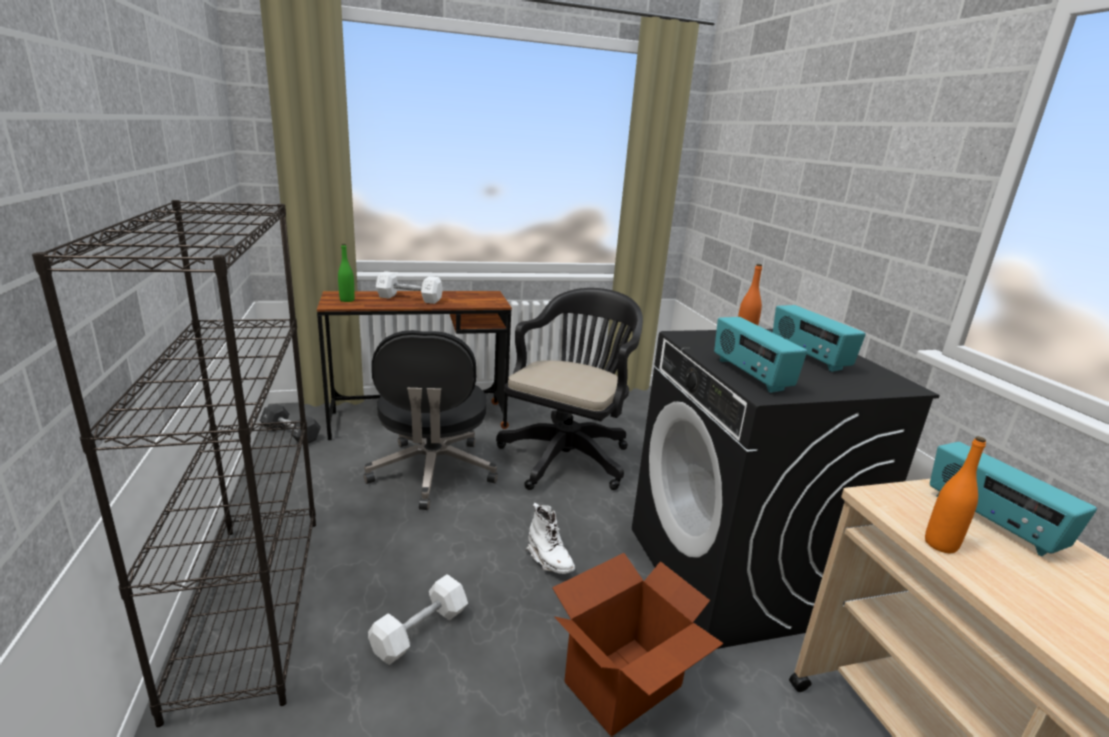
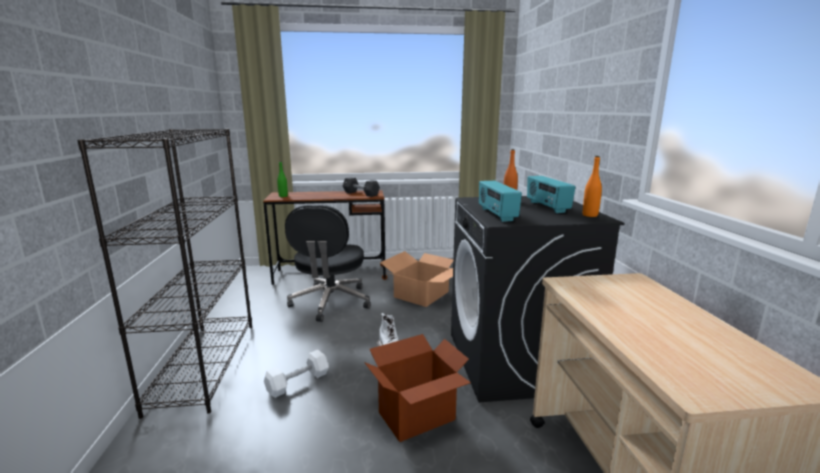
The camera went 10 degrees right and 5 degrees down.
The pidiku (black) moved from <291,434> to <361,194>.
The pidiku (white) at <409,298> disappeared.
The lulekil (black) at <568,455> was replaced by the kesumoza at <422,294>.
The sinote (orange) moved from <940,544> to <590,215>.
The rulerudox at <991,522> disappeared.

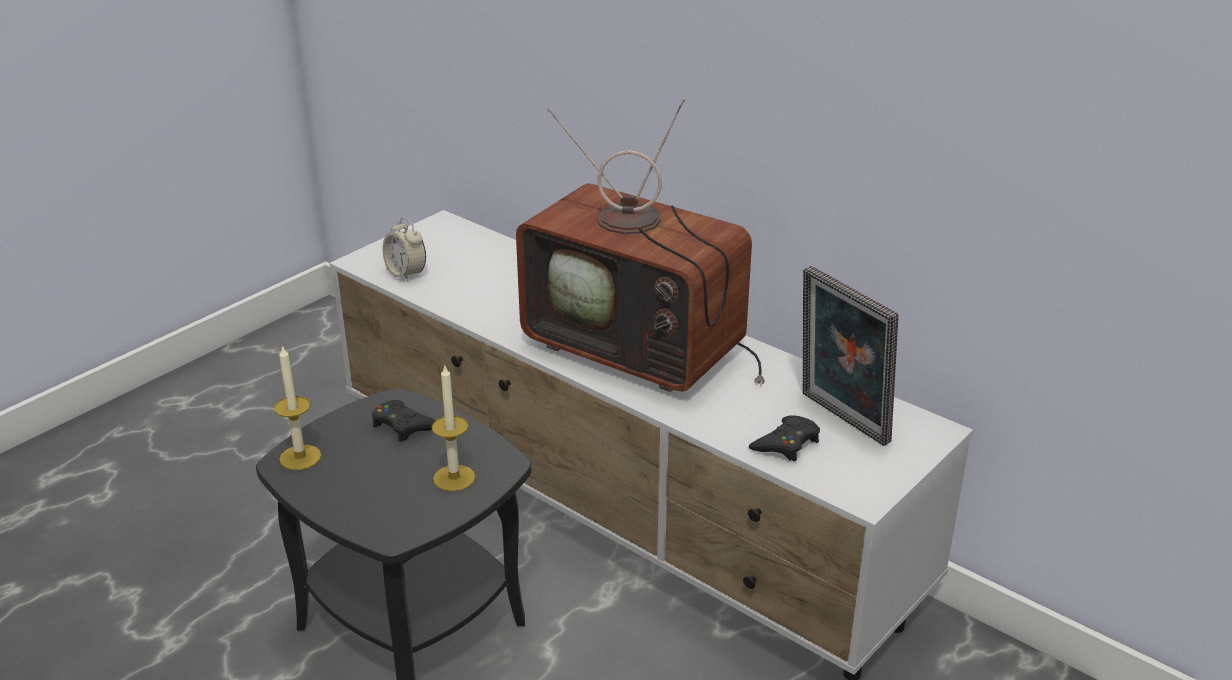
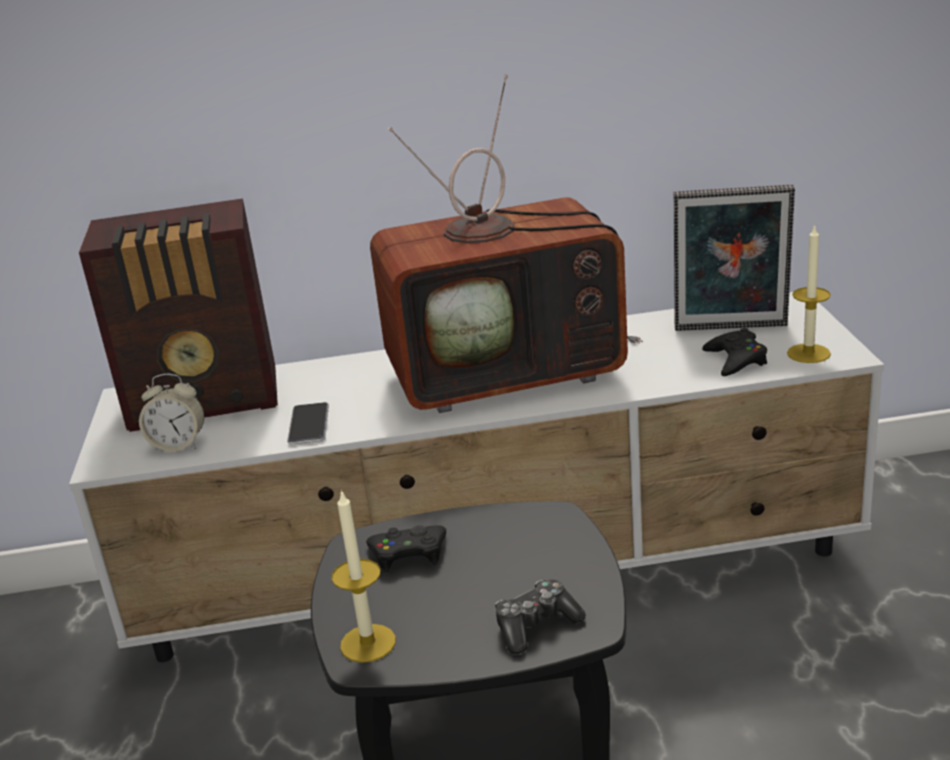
The camera went 45 degrees left and 5 degrees down.
The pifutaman moved from <454,478> to <808,353>.
The rulerudox at <208,400> appeared.
The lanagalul at <309,425> appeared.
The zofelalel at <536,626> appeared.

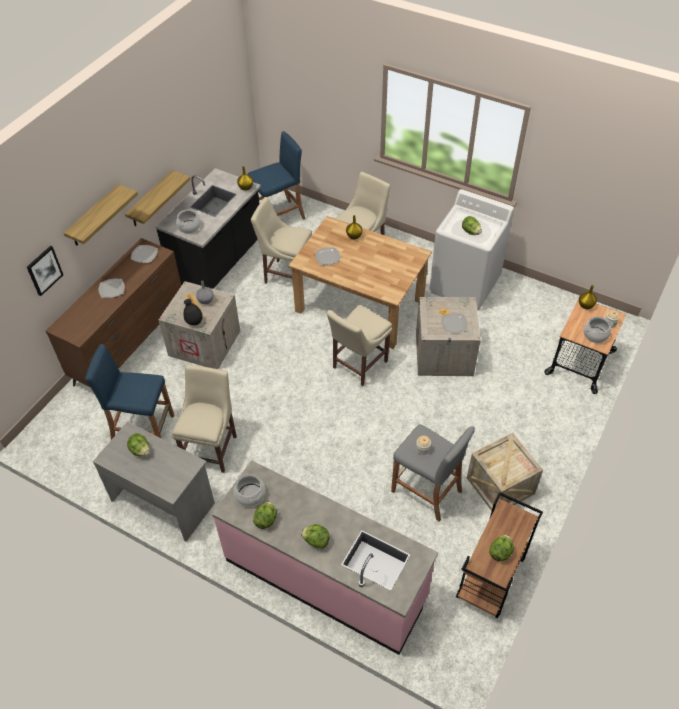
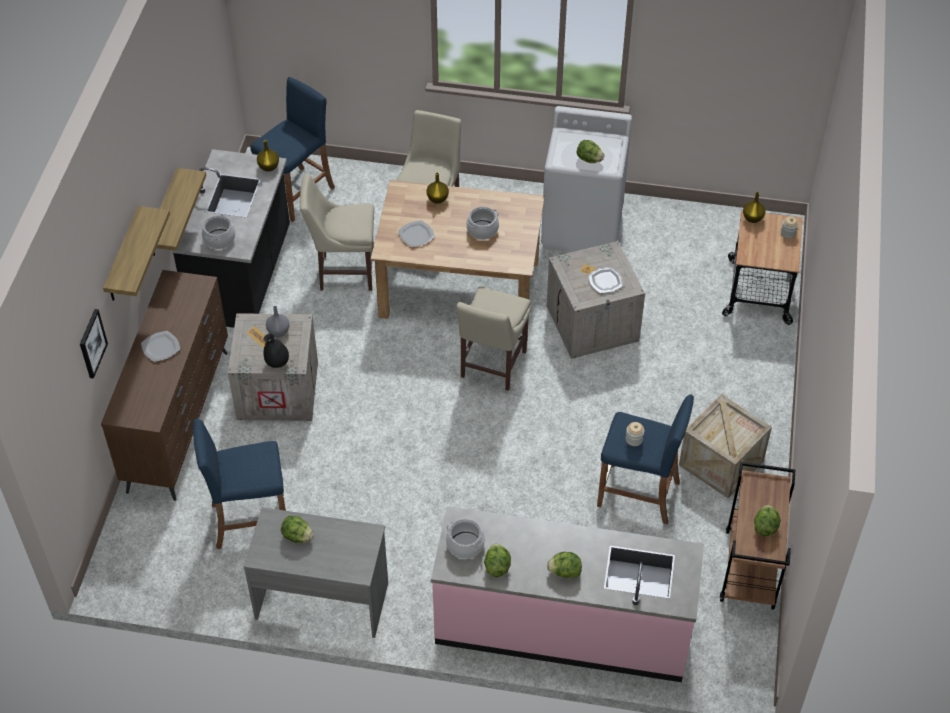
The camera went 20 degrees left and 0 degrees up.
The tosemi at <144,254> disappeared.
The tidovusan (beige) at <212,448> disappeared.
The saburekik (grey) at <426,491> became the saburekik (blue) at <638,494>.
The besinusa moved from <595,335> to <482,230>.

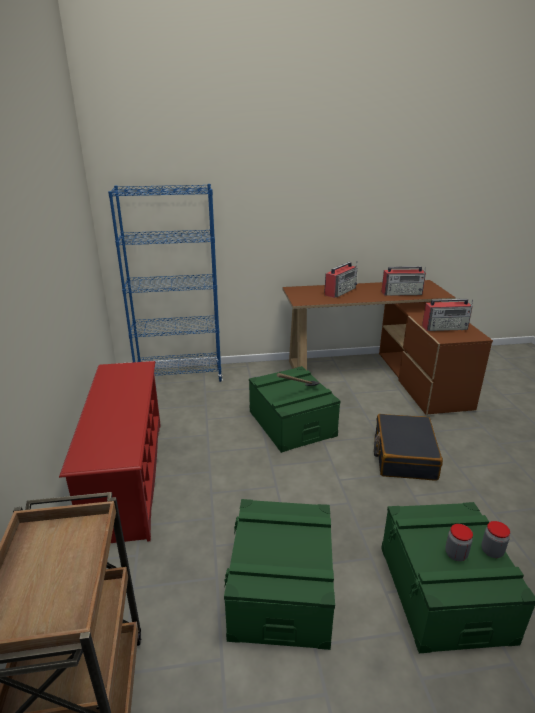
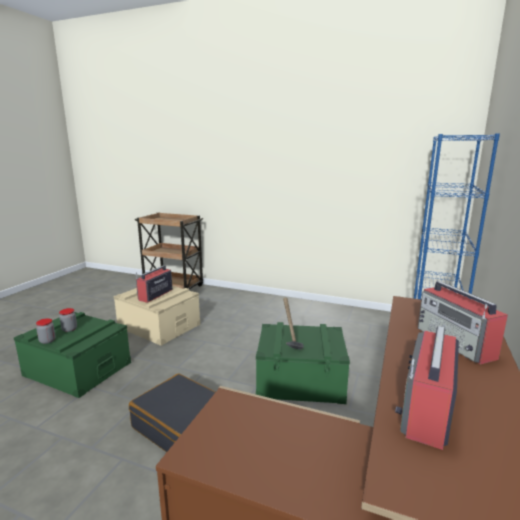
The camera went 120 degrees right and 10 degrees down.
The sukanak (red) at <127,476> disappeared.
The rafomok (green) at <281,589> became the rafomok (beige) at <159,326>.
The rulerudox moved from <445,328> to <155,295>.

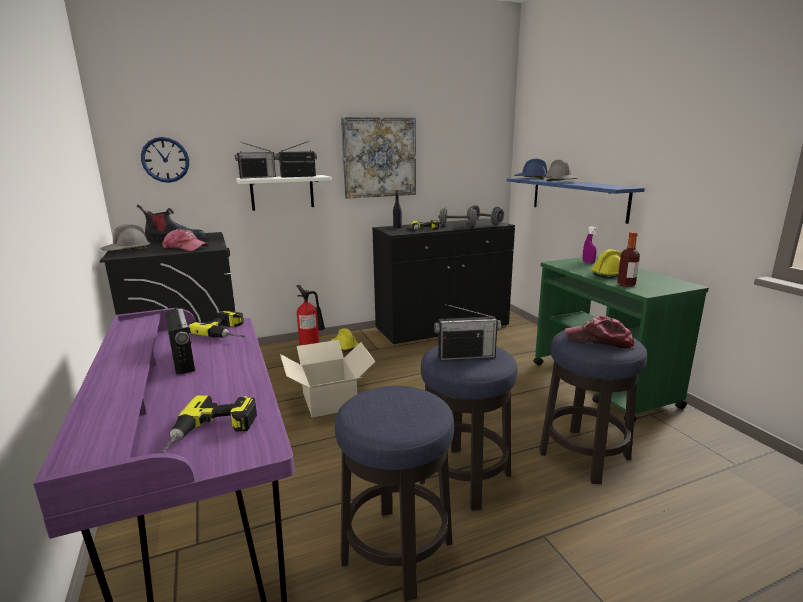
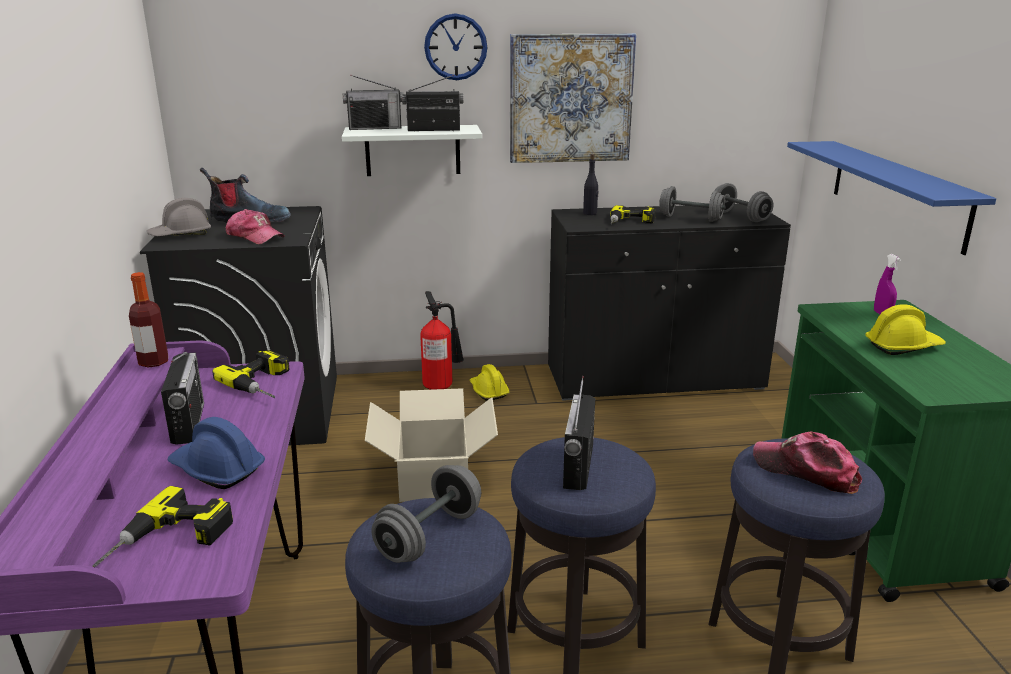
The camera went 15 degrees right and 5 degrees up.
The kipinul moved from <165,160> to <455,47>.
The rulerudox at <466,356> turned 90 degrees clockwise.
The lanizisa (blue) moved from <530,179> to <217,470>.
The lanizisa (grey) at <560,181> disappeared.
The sinote moved from <626,284> to <153,362>.
The pidiku (grey) at <429,535> appeared.

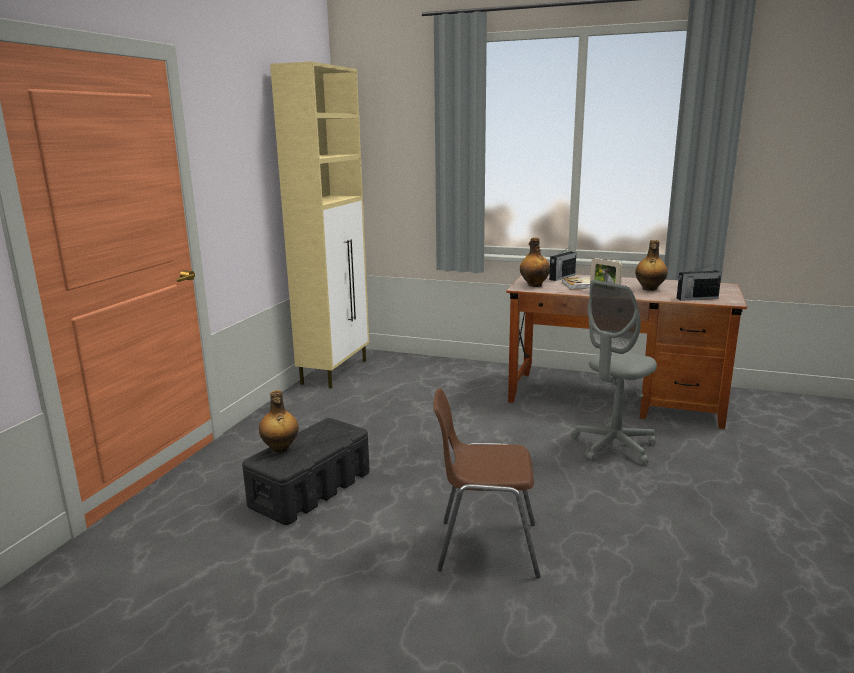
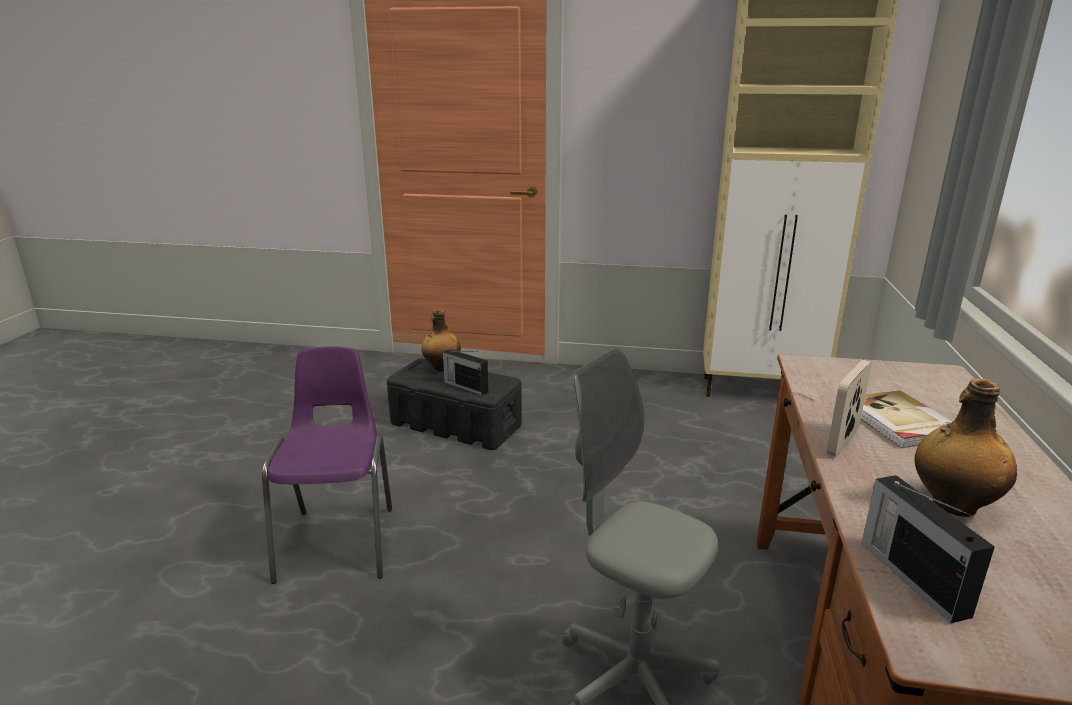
The camera went 80 degrees right and 5 degrees up.
The tidovusan (brown) at <485,547> became the tidovusan (purple) at <339,541>.
The sinote at <534,285> disappeared.
The rulerudox moved from <561,277> to <465,386>.

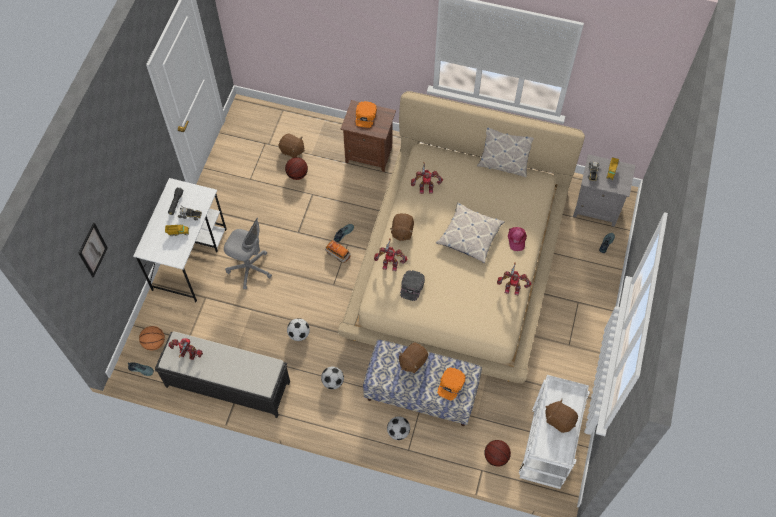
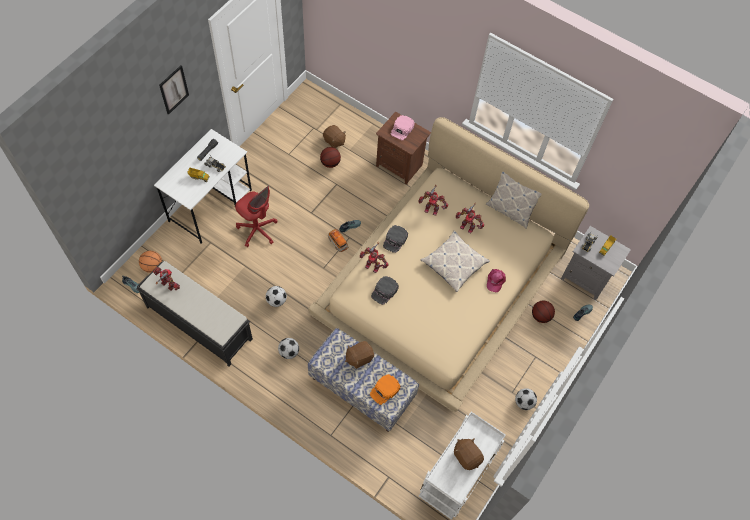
The camera went 15 degrees right and 0 degrees up.
The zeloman moved from <92,250> to <174,89>.
The lulekil (grey) at <250,268> became the lulekil (red) at <257,230>.
The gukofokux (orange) at <365,116> became the gukofokux (pink) at <402,129>.
The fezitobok moved from <398,432> to <523,402>.
The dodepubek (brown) at <402,231> was replaced by the gukofokux (black) at <395,240>.
The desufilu moved from <496,457> to <540,316>.
The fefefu moved from <512,288> to <468,226>.

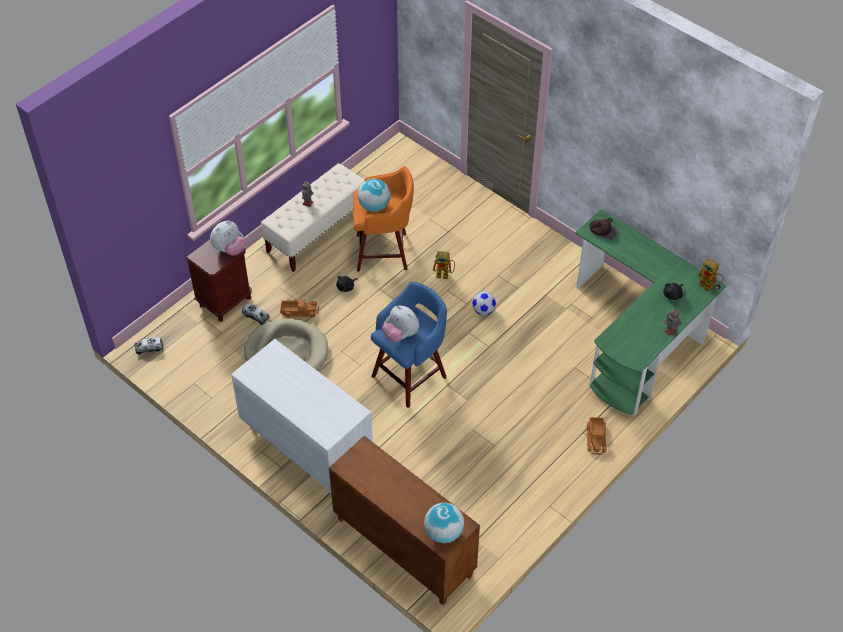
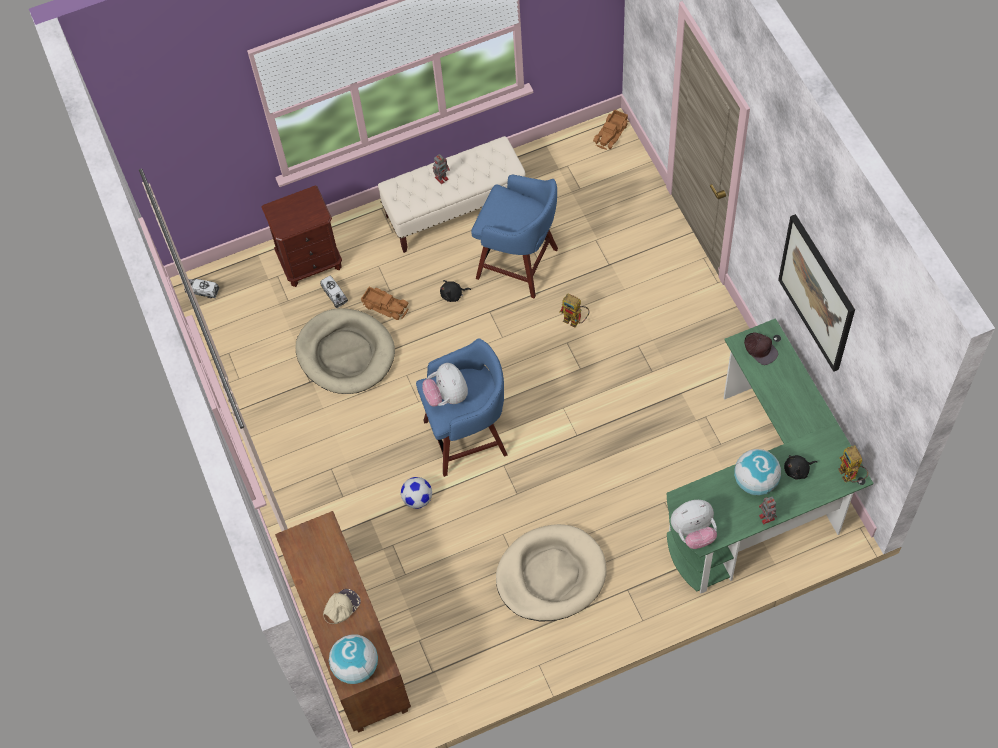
The camera went 30 degrees right and 10 degrees up.
The dodepubek moved from <229,249> to <693,532>.
The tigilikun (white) at <306,445> disappeared.
The saburekik (orange) at <384,252> became the saburekik (blue) at <519,265>.
The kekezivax moved from <374,206> to <755,481>.
The fezitobok moved from <483,310> to <417,499>.
The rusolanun moved from <596,438> to <612,133>.
The gukofokux (beige) at <341,607> appeared.
The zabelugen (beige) at <551,575> appeared.
The zeloman at <817,293> appeared.

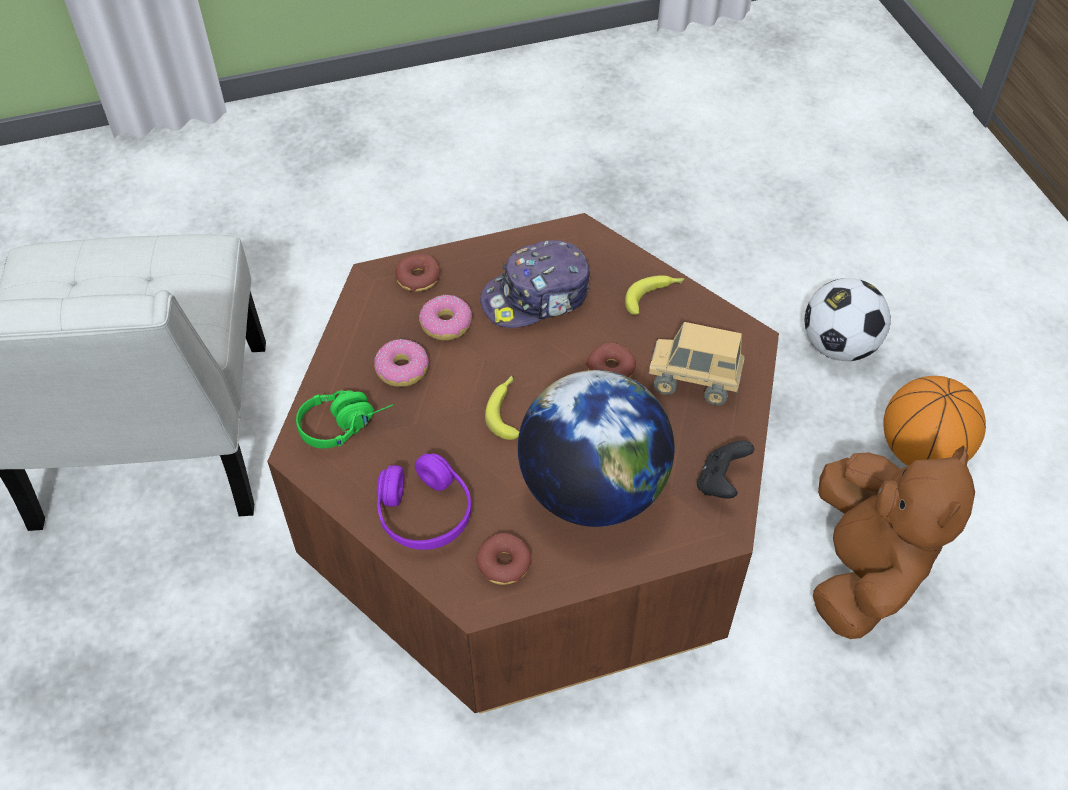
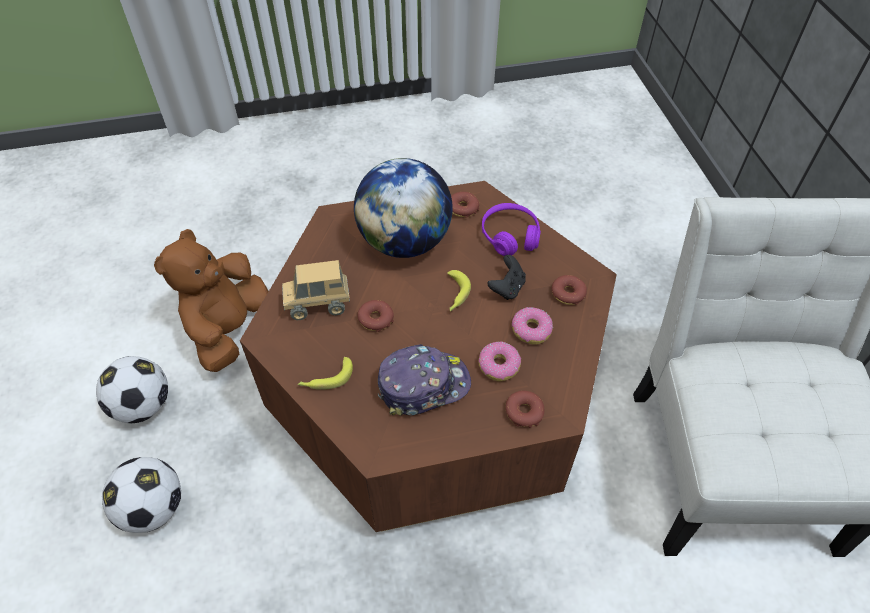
The camera went 175 degrees left and 0 degrees up.
The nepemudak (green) at <345,423> was replaced by the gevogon at <567,294>.
The rusolanun at <693,383> turned 150 degrees clockwise.
The zofelalel (black) moved from <720,482> to <507,288>.
The desufilu at <921,452> was replaced by the fezitobok at <143,406>.

